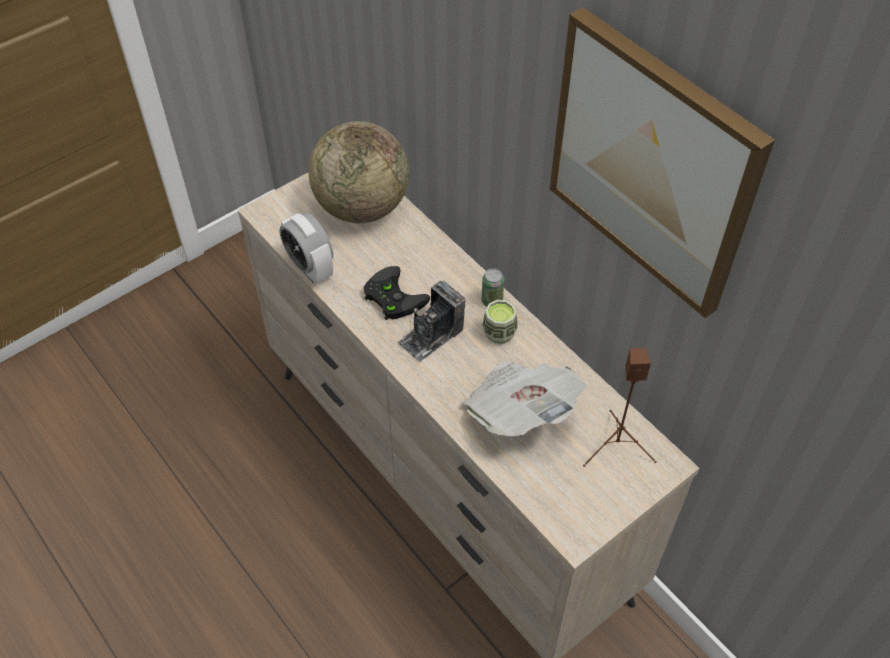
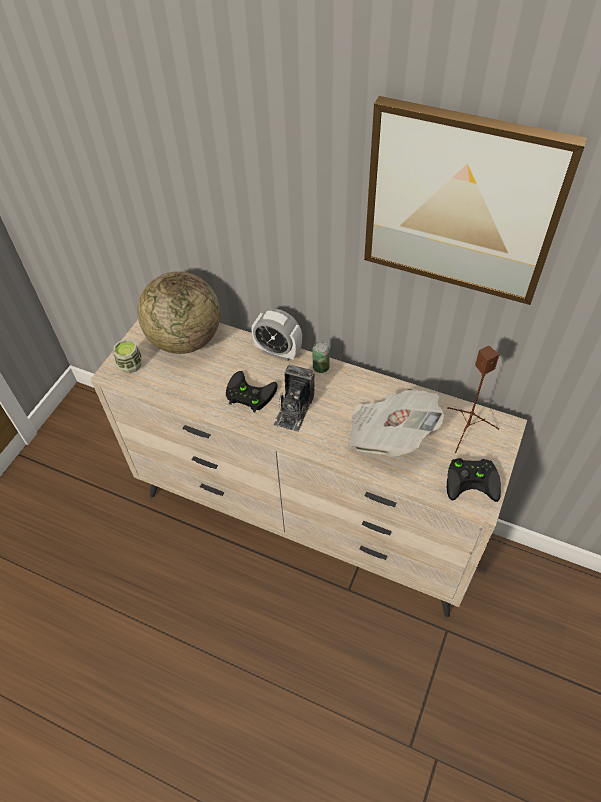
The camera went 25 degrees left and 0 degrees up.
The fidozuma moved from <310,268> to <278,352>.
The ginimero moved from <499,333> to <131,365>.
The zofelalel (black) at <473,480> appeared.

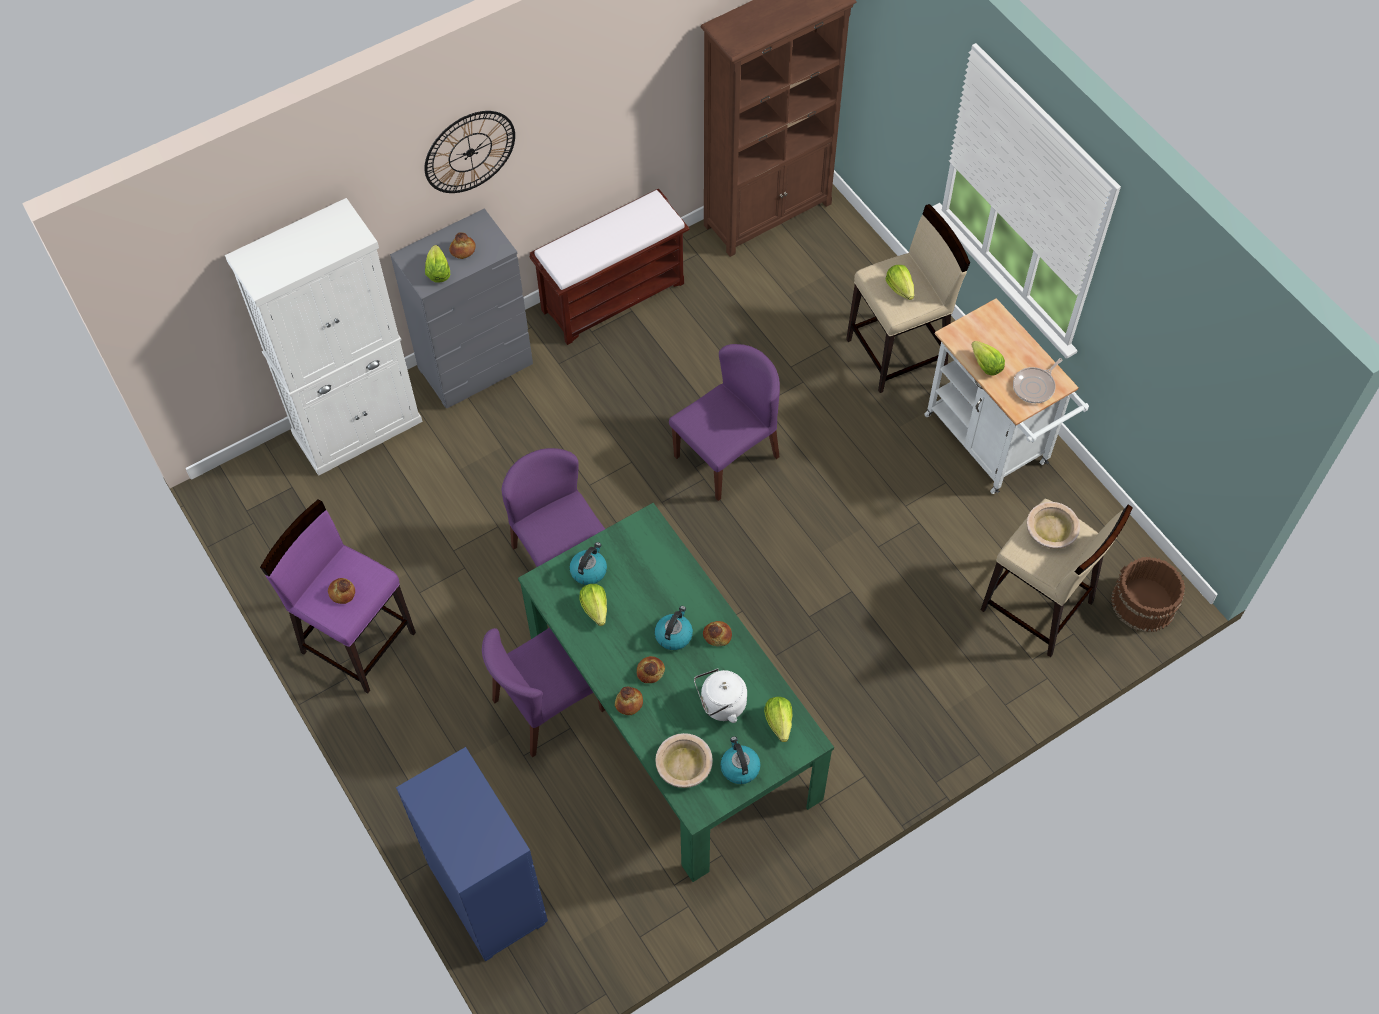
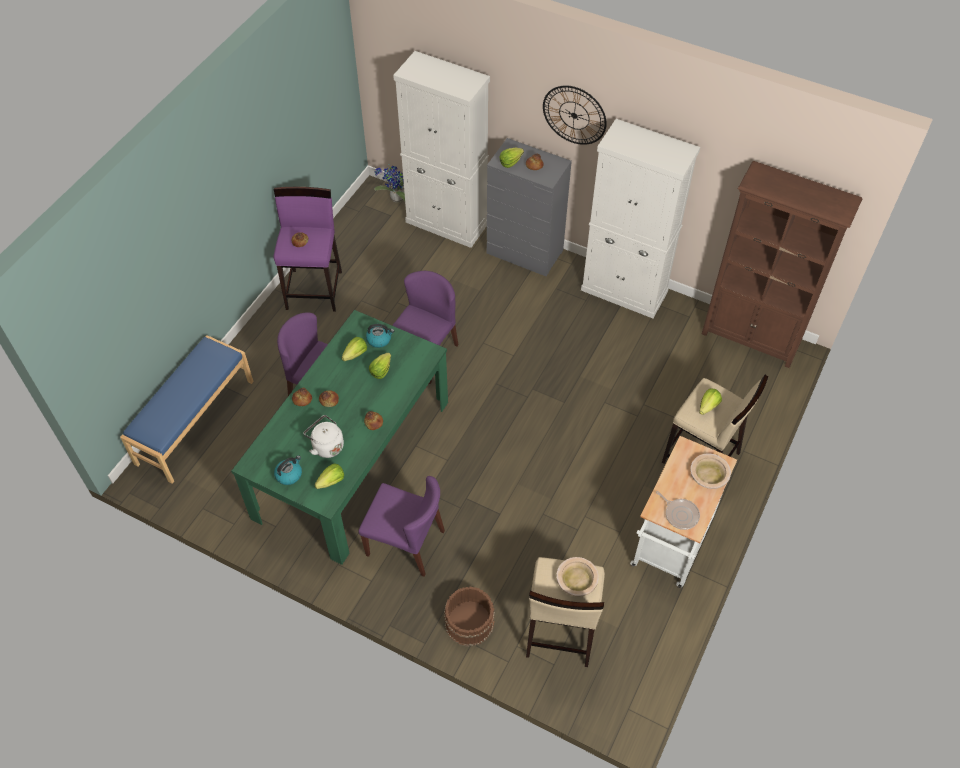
The camera went 60 degrees right and 5 degrees down.
The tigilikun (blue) at <487,892> was replaced by the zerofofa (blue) at <194,421>.
The zerofofa (brown) at <614,296> was replaced by the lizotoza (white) at <624,291>.
The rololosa at <673,635> disappeared.
The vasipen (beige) moved from <684,764> to <709,475>.
The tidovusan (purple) moved from <726,455> to <406,543>.
The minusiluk moved from <985,365> to <381,370>.
The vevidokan at <1035,386> turned 150 degrees counterclockwise.
The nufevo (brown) moved from <1143,603> to <468,622>.
The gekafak at <395,199> appeared.

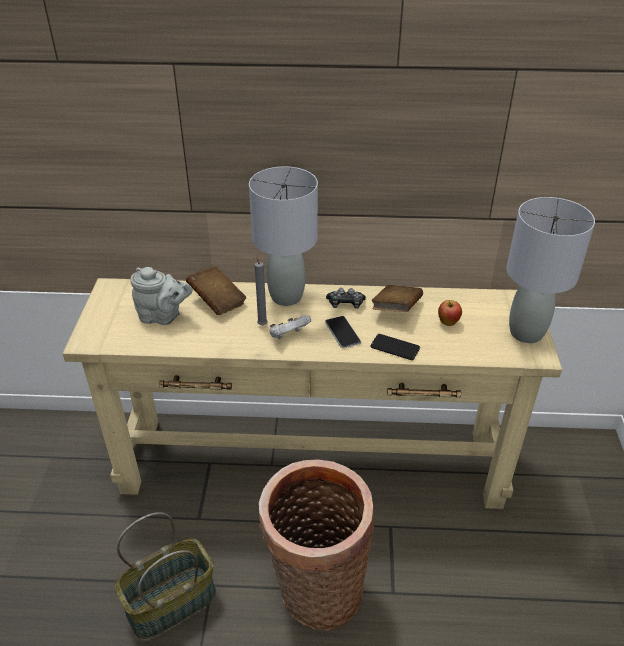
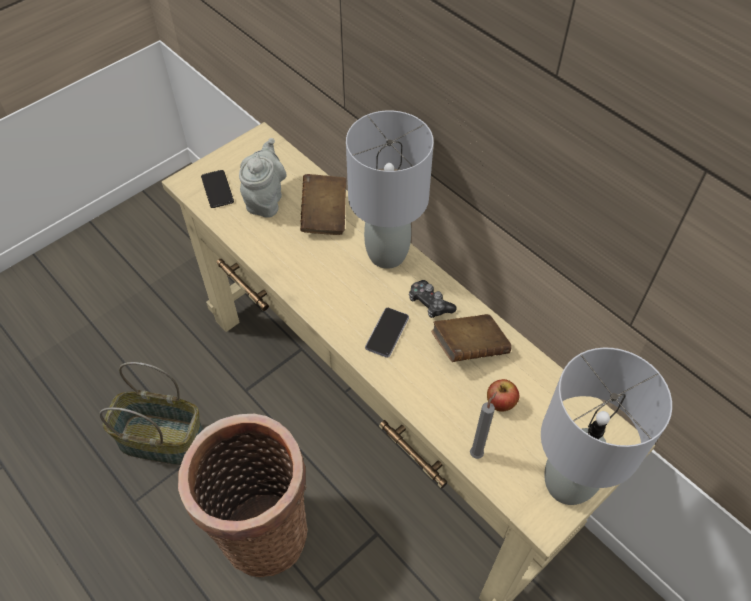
The camera went 45 degrees right and 15 degrees up.
The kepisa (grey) at <163,317> turned 135 degrees counterclockwise.
The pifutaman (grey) moved from <262,324> to <477,453>.
The zofelalel (white) at <288,336> disappeared.
The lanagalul moved from <395,347> to <217,189>.

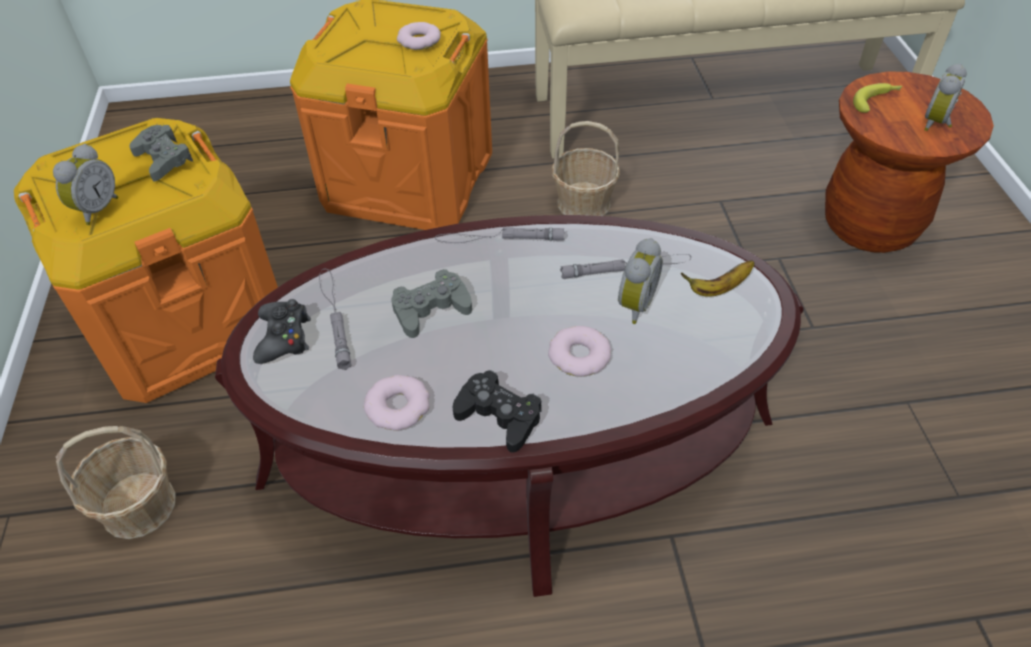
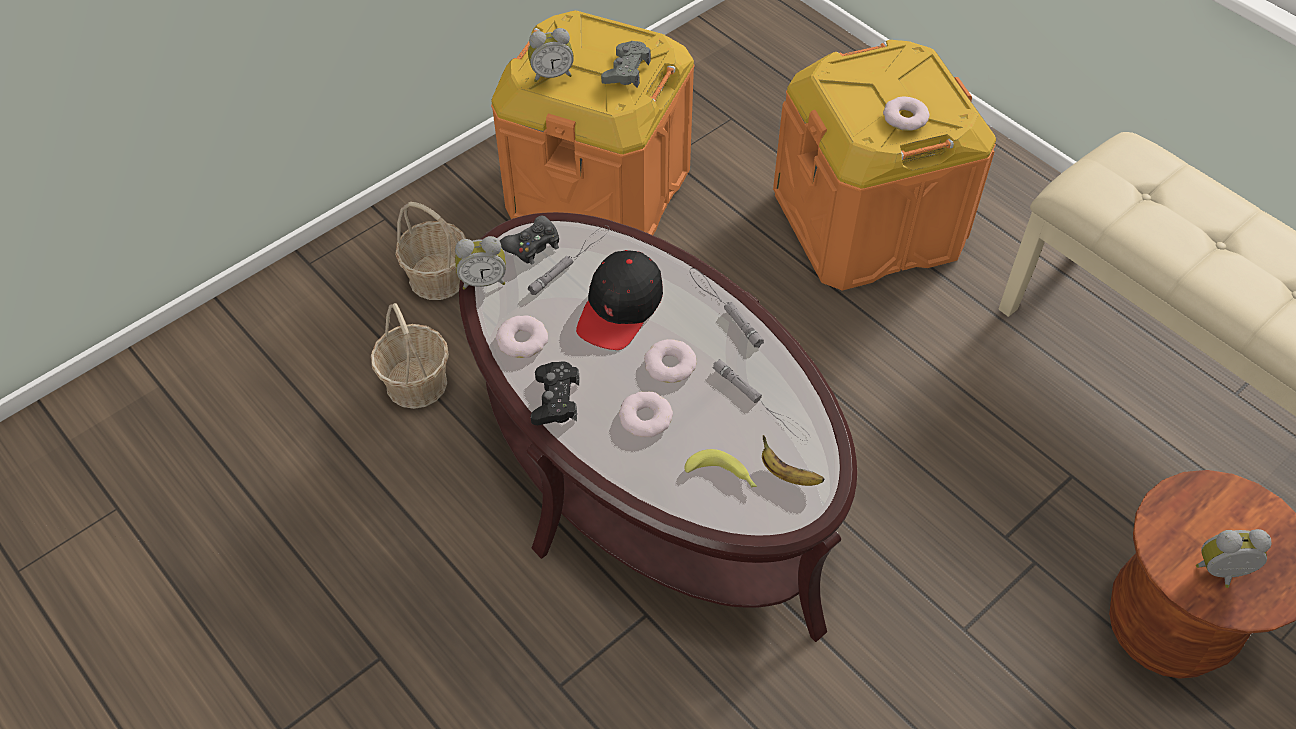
The camera went 55 degrees right and 5 degrees up.
The zofelalel (grey) at <431,309> was replaced by the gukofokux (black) at <620,308>.
The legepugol moved from <583,203> to <417,383>.
The fidozuma moved from <633,304> to <483,280>.
The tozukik moved from <876,101> to <722,476>.
The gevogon at <670,365> appeared.

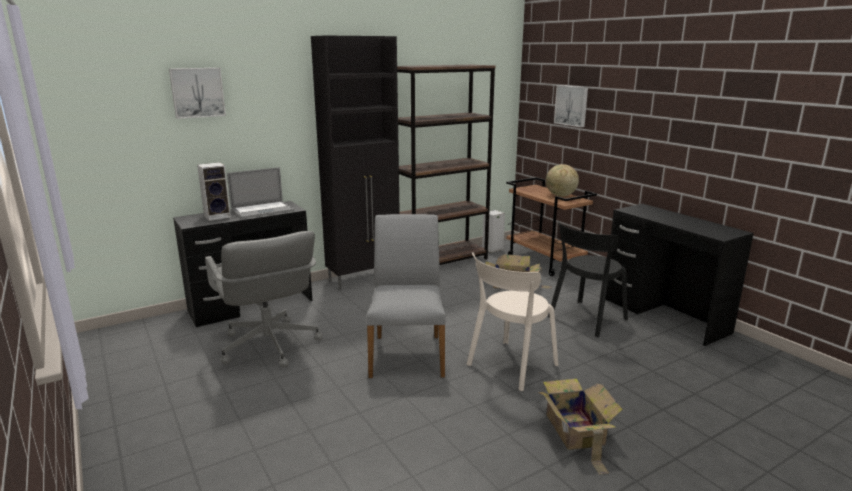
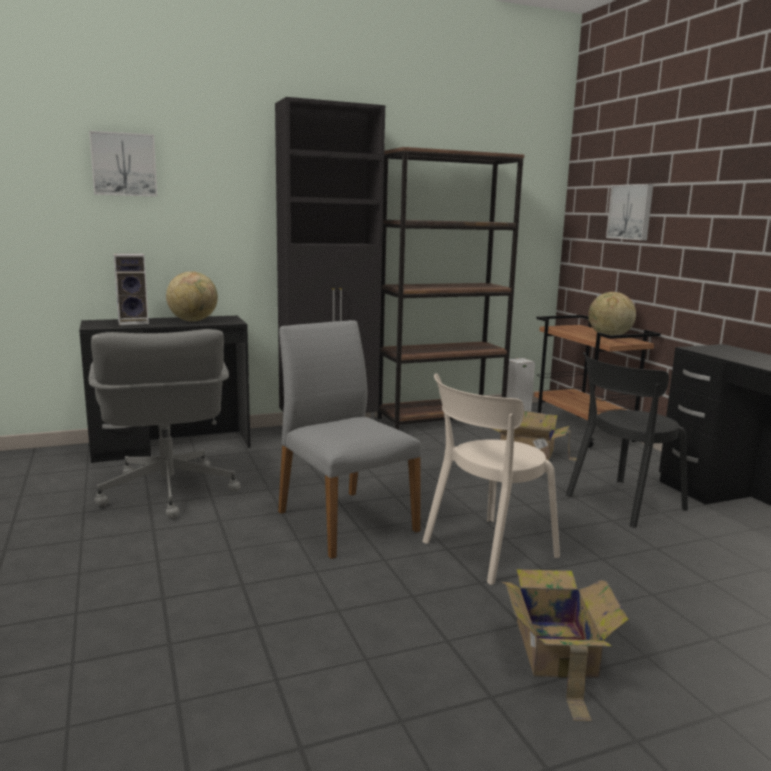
The camera went 10 degrees right and 5 degrees down.
The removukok at <262,210> was replaced by the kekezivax at <193,321>.
The tidovusan (grey) at <407,355> turned 45 degrees counterclockwise.

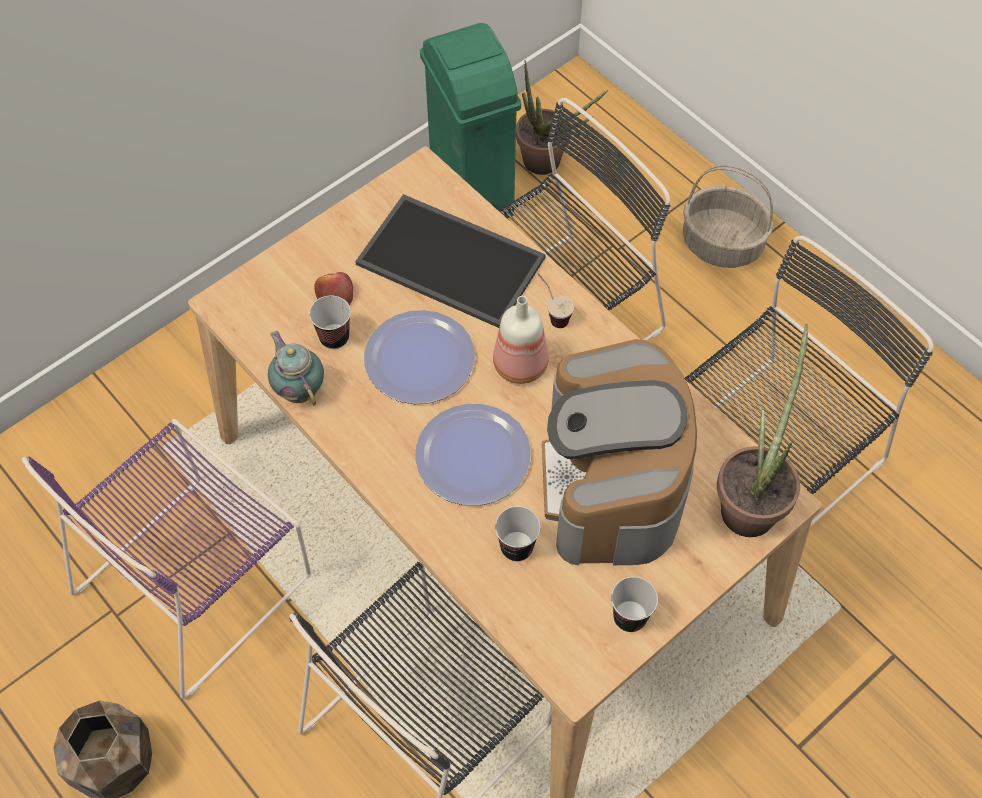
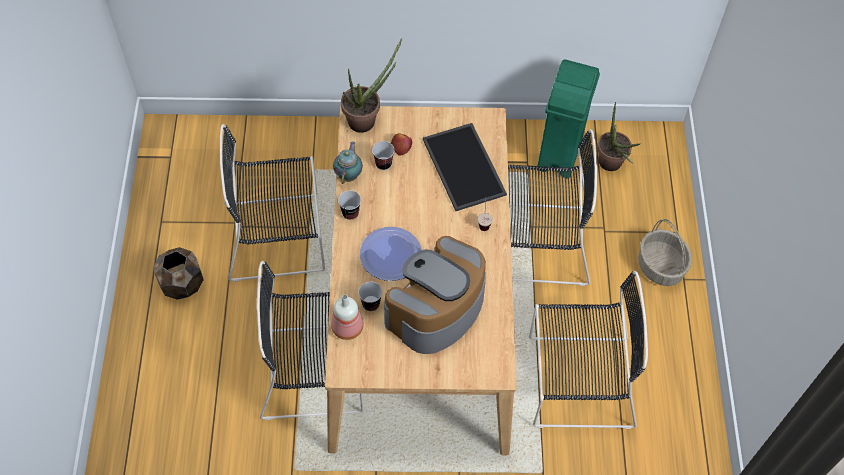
The camera went 40 degrees right and 0 degrees up.
The tidovusan (purple) at <198,579> became the tidovusan (black) at <278,236>.
The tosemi at <419,359> disappeared.
The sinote moved from <522,365> to <348,328>.
The ginimero moved from <630,617> to <350,213>.
The gekafak moved from <750,501> to <367,119>.

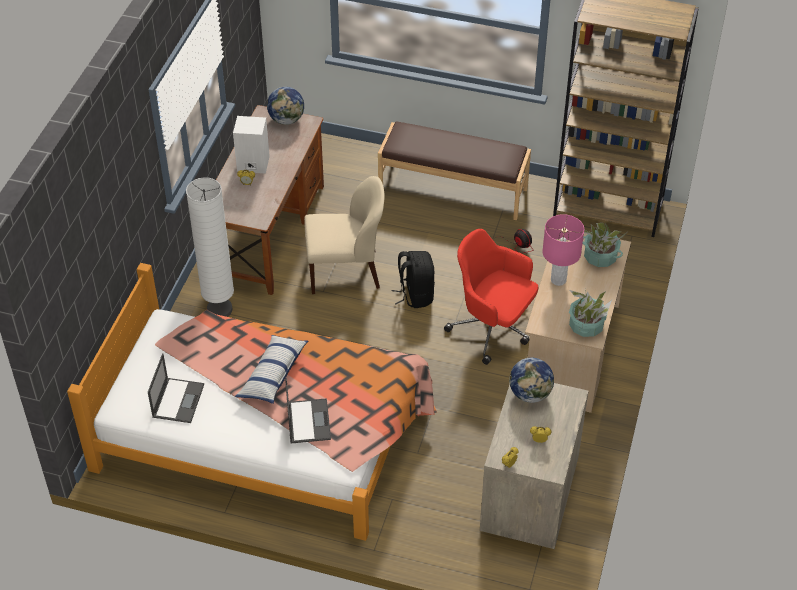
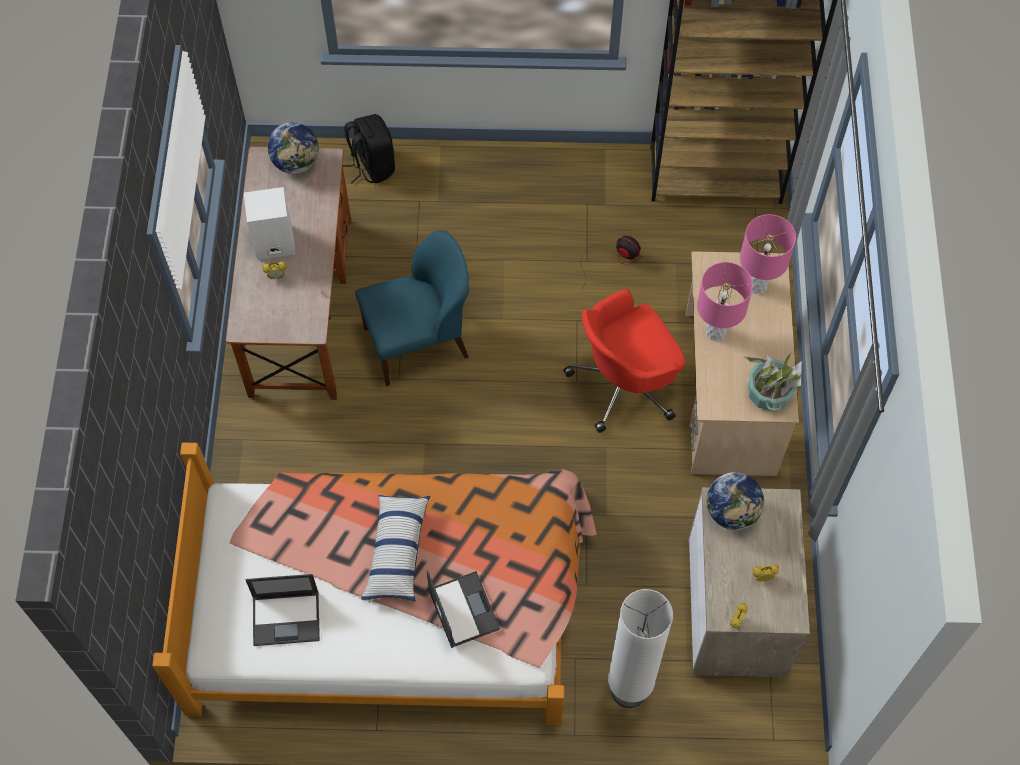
The camera went 15 degrees left and 15 degrees up.
The removukok at <178,400> turned 90 degrees clockwise.
The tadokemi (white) moved from <219,310> to <628,691>.
The tidovusan (beige) at <346,271> became the tidovusan (blue) at <418,342>.
The zerofofa (brown) at <453,189> disappeared.
The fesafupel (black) moved from <415,295> to <372,166>.
The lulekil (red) at <493,329> turned 45 degrees counterclockwise.
The gekafak at <600,257> was replaced by the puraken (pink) at <756,285>.

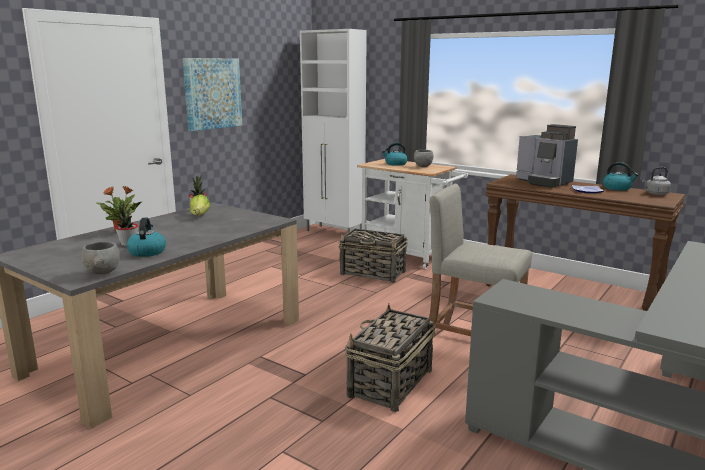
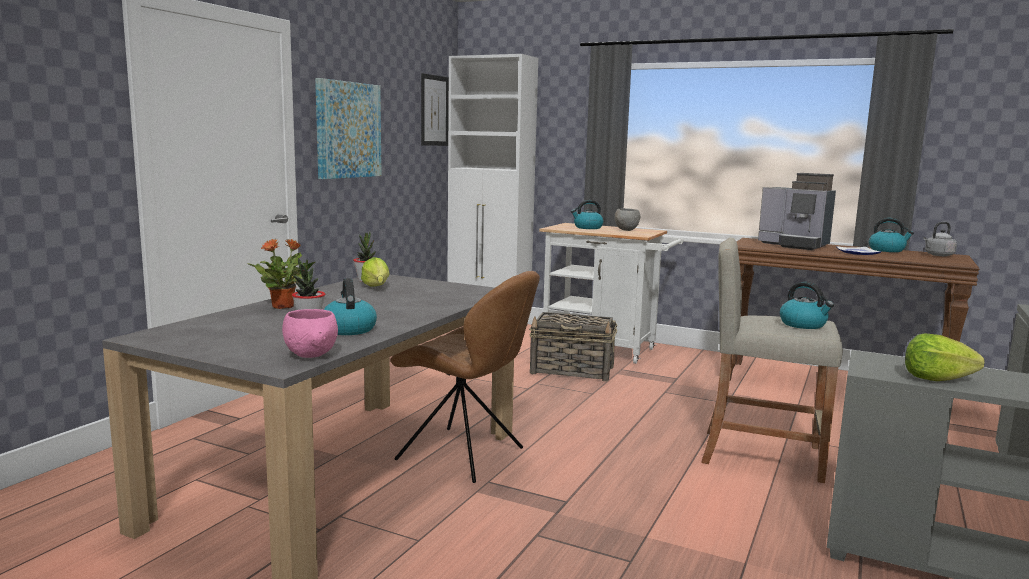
The camera went 10 degrees left and 5 degrees down.
The vasipen (grey) at <103,273> became the vasipen (pink) at <311,357>.
The legepugol at <390,383> disappeared.
The tidovusan (brown) at <464,455> appeared.
The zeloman at <434,110> appeared.
The rololosa at <803,324> appeared.
The minusiluk at <936,378> appeared.

